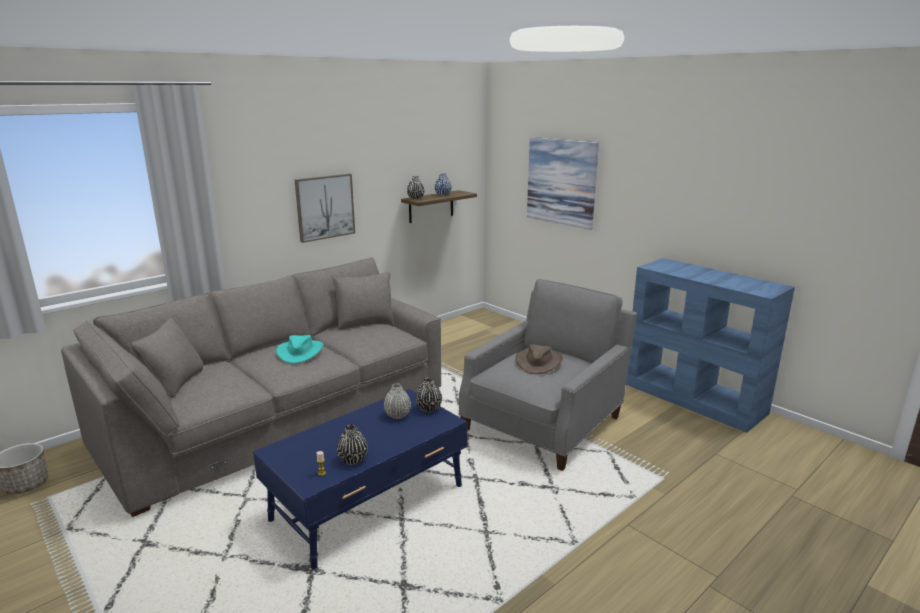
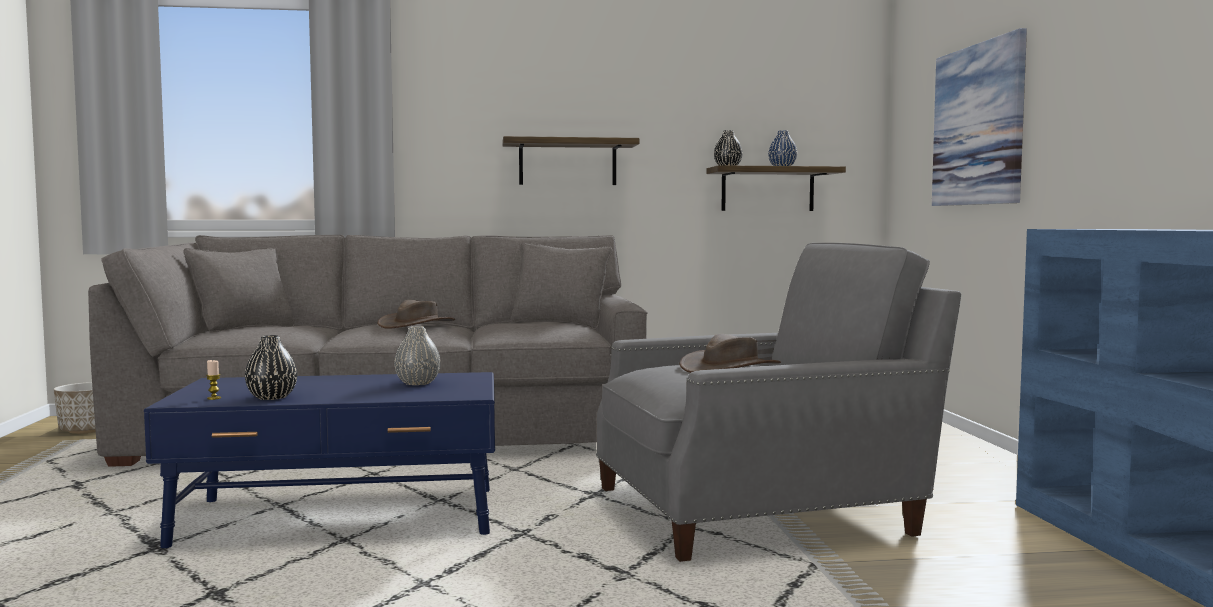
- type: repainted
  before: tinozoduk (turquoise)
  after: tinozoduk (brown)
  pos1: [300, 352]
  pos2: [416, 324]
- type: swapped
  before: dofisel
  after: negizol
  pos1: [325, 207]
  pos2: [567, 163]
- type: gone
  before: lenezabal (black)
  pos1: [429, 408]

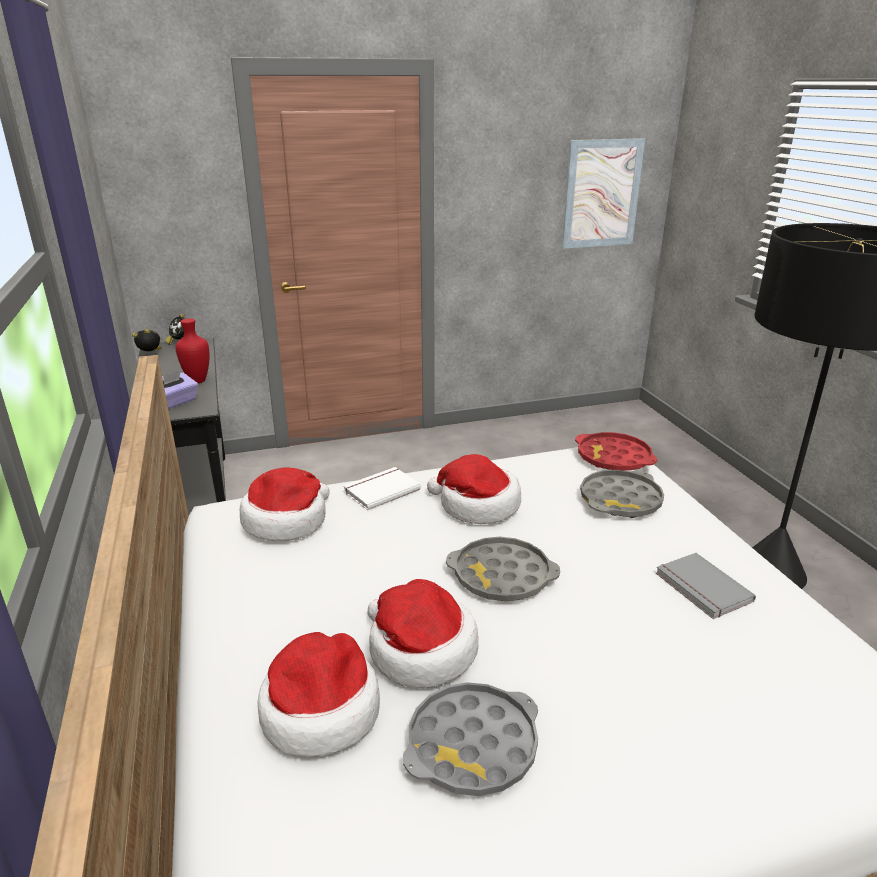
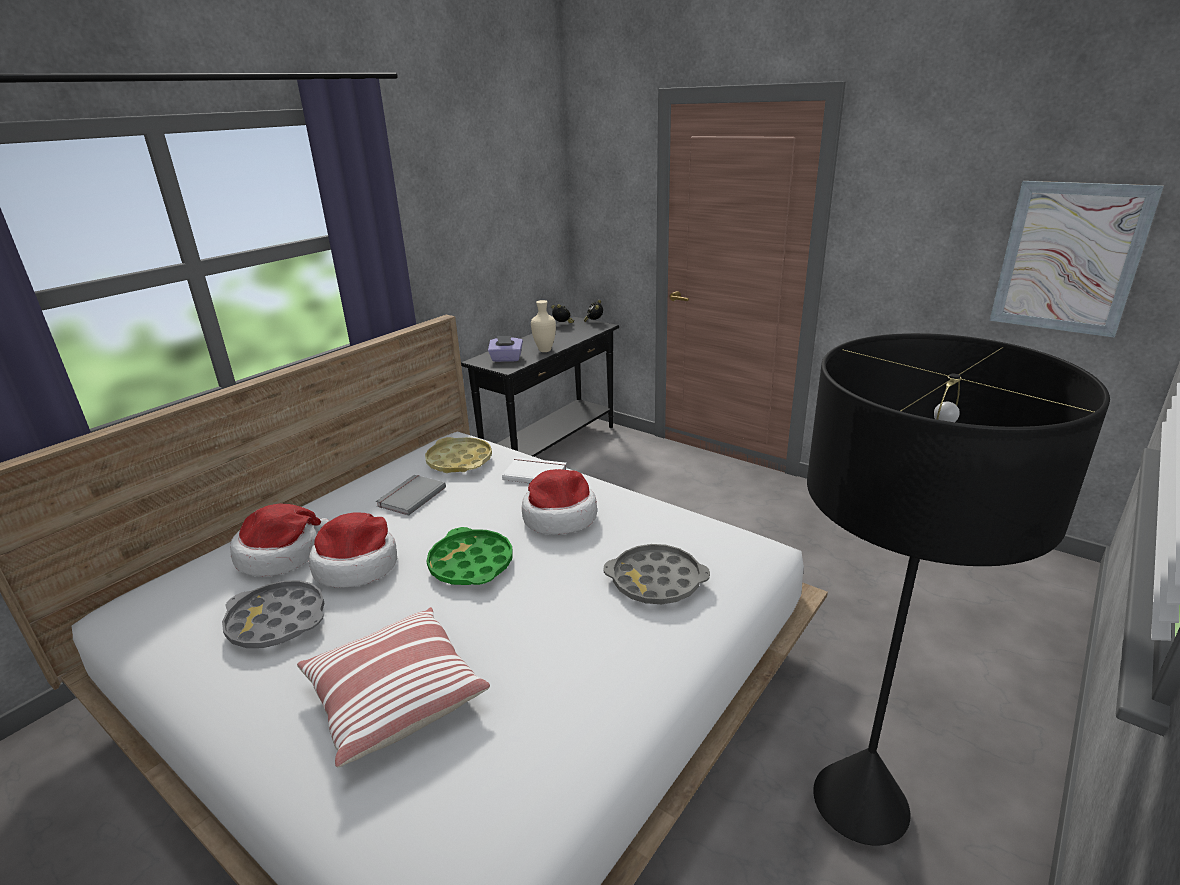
- type: new
  after: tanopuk
  pos2: [394, 697]
- type: shifted
  before: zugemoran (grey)
  pos1: [701, 588]
  pos2: [410, 496]
- type: swapped
  before: tinozoduk
  after: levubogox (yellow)
  pos1: [287, 520]
  pos2: [459, 461]
- type: repainted
  before: levubogox (grey)
  after: levubogox (green)
  pos1: [502, 576]
  pos2: [471, 564]
- type: repainted
  before: lenezabal (red)
  after: lenezabal (beige)
  pos1: [198, 380]
  pos2: [545, 350]
- type: gone
  before: levubogox (red)
  pos1: [613, 458]

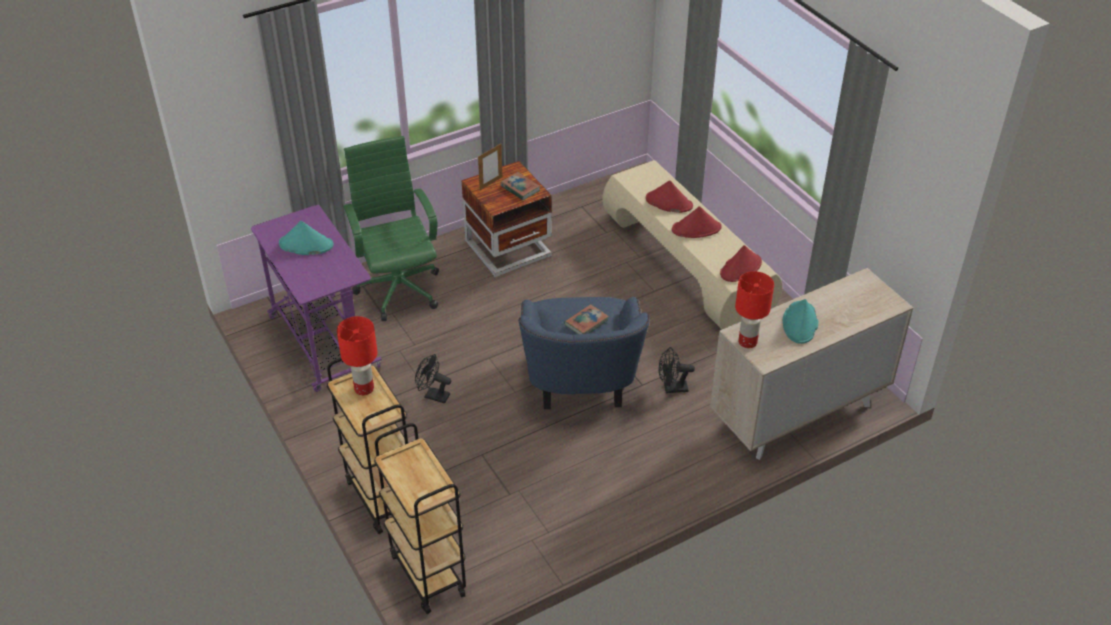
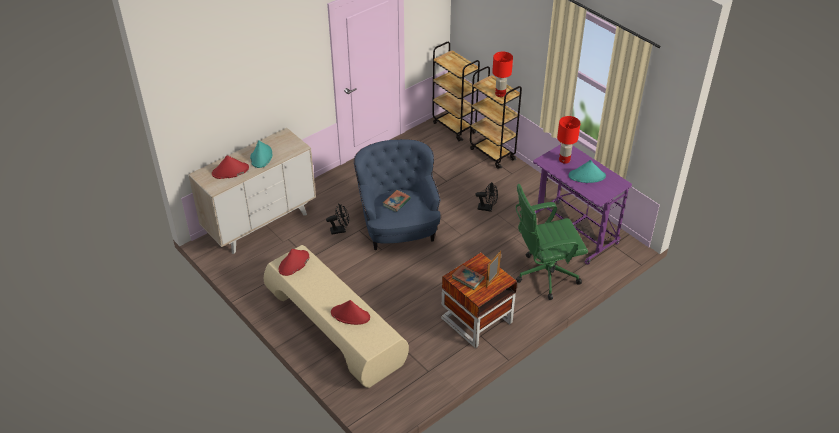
- type: shifted
  before: tinozoduk (red)
  pos1: [696, 229]
  pos2: [230, 171]
- type: rotated
  before: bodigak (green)
  pos1: [398, 288]
  pos2: [544, 276]
  turn: 105
- type: shifted
  before: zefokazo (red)
  pos1: [747, 341]
  pos2: [564, 160]

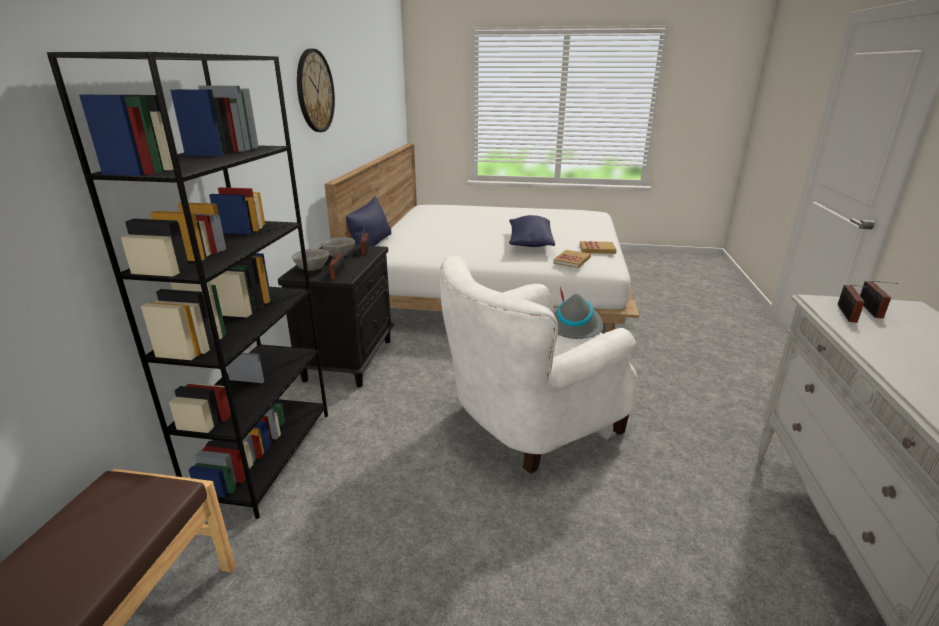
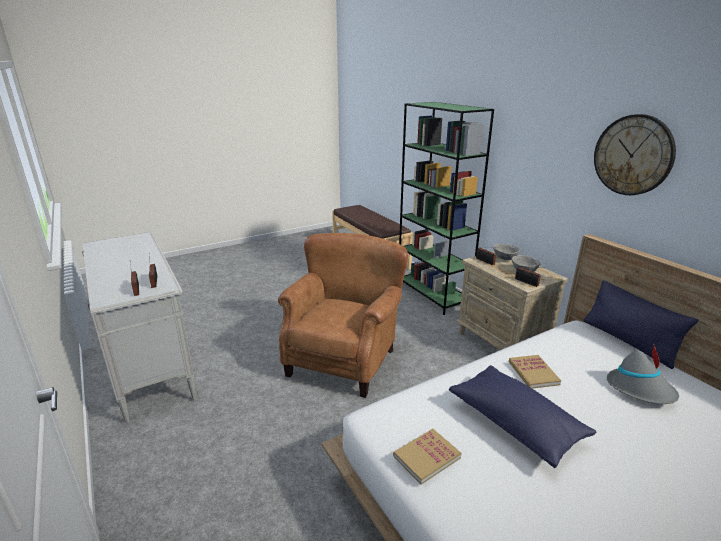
- type: repainted
  before: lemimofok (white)
  after: lemimofok (brown)
  pos1: [530, 423]
  pos2: [344, 358]
- type: repainted
  before: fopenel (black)
  after: fopenel (green)
  pos1: [265, 456]
  pos2: [433, 294]
- type: repainted
  before: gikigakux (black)
  after: gikigakux (beige)
  pos1: [348, 359]
  pos2: [502, 344]
- type: shifted
  before: zugemoran
  pos1: [572, 260]
  pos2: [533, 373]
- type: shifted
  before: tinozoduk (grey)
  pos1: [573, 326]
  pos2: [640, 389]

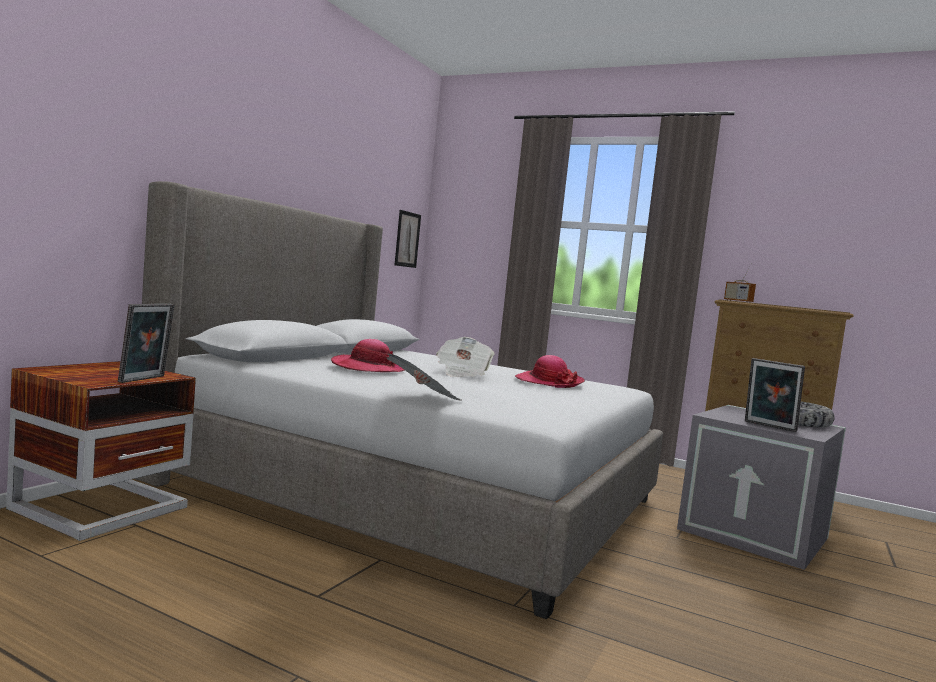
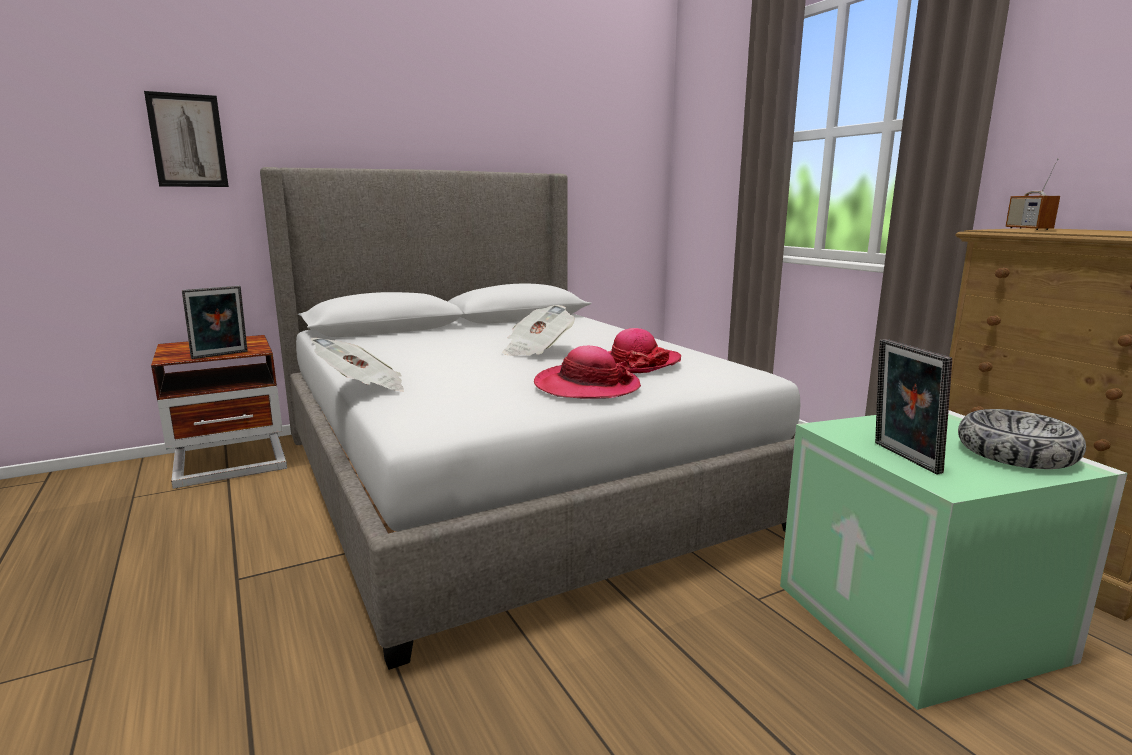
- type: shifted
  before: dofisel
  pos1: [407, 239]
  pos2: [188, 141]
- type: shifted
  before: tinozoduk
  pos1: [368, 368]
  pos2: [586, 386]
- type: repainted
  before: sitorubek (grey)
  after: sitorubek (green)
  pos1: [756, 533]
  pos2: [921, 622]

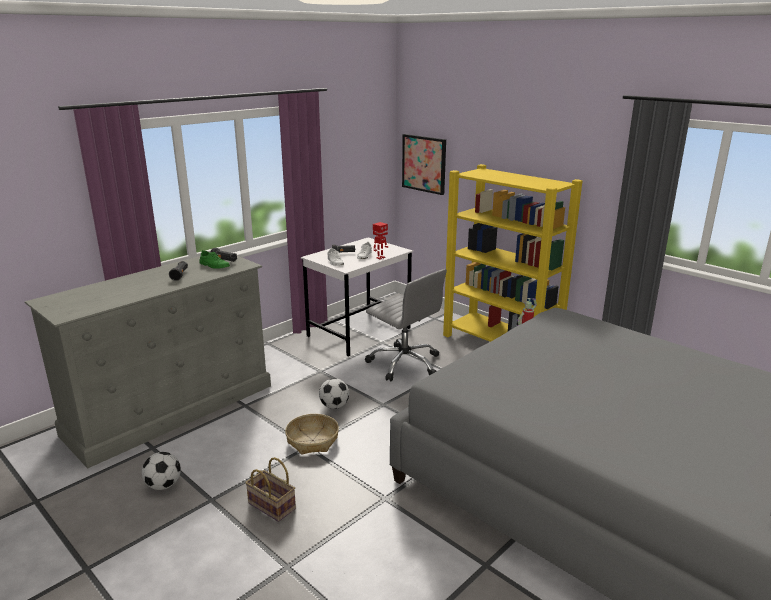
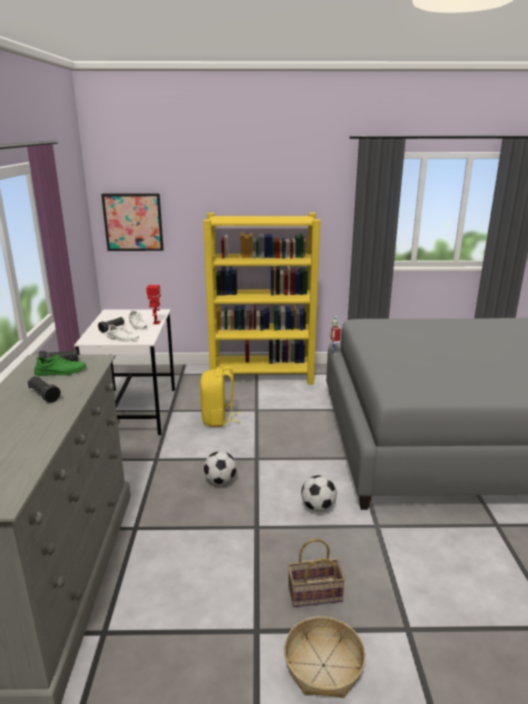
- type: swapped
  before: bodigak (grey)
  after: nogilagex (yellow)
  pos1: [405, 364]
  pos2: [218, 419]
- type: shifted
  before: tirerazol
  pos1: [312, 440]
  pos2: [323, 666]
- type: shifted
  before: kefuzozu
  pos1: [164, 485]
  pos2: [318, 507]

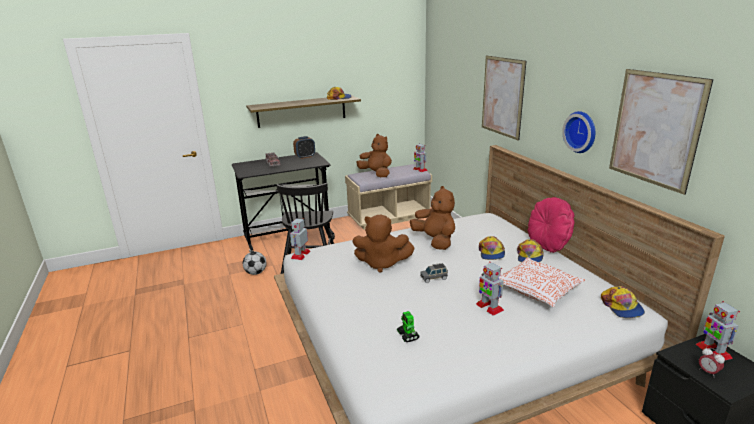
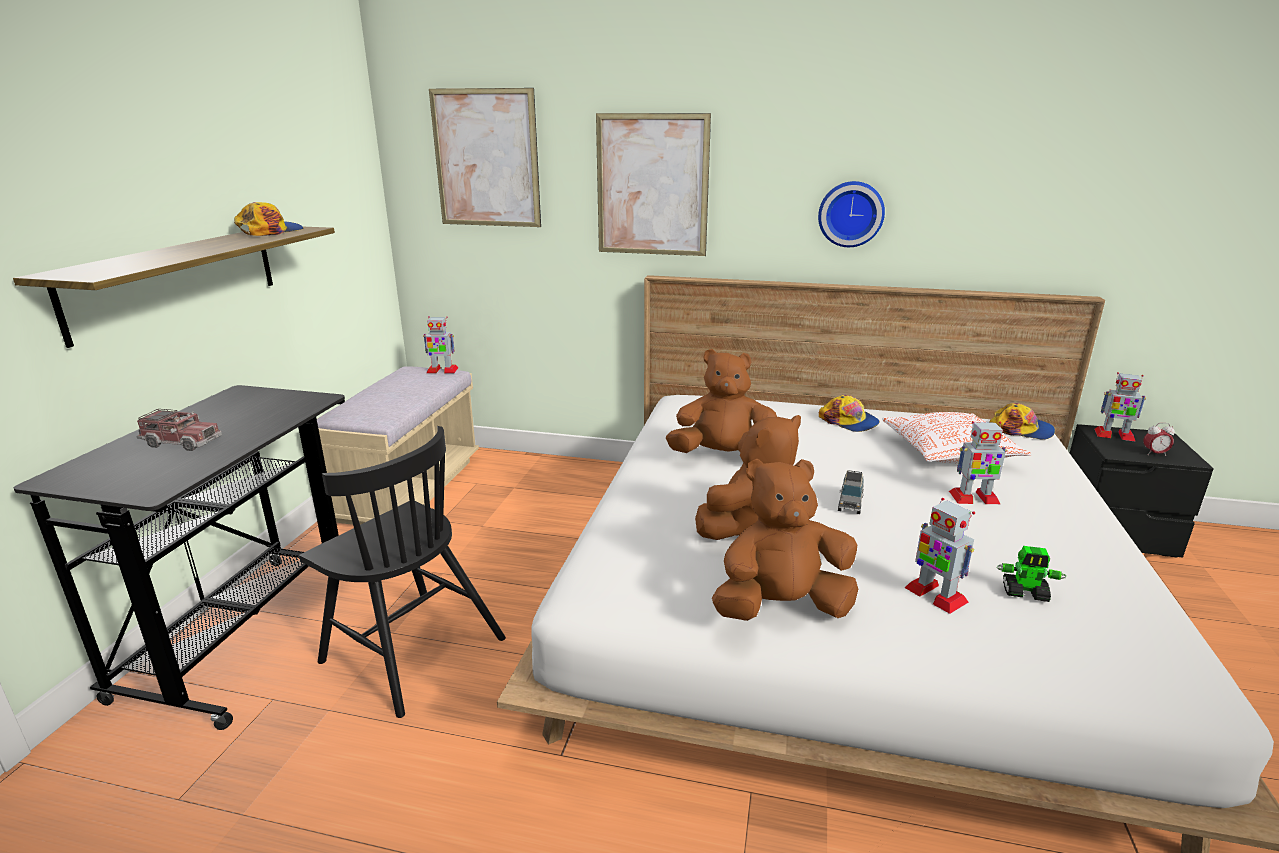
- type: shifted
  before: dofisel
  pos1: [655, 129]
  pos2: [486, 159]
- type: shifted
  before: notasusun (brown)
  pos1: [376, 174]
  pos2: [781, 607]
- type: shifted
  before: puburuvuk
  pos1: [300, 254]
  pos2: [935, 594]
- type: gone
  before: kefuzozu
  pos1: [255, 273]
- type: gone
  before: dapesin
  pos1: [305, 157]
- type: gone
  before: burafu
  pos1: [491, 253]
- type: gone
  before: tanopuk (pink)
  pos1: [547, 246]

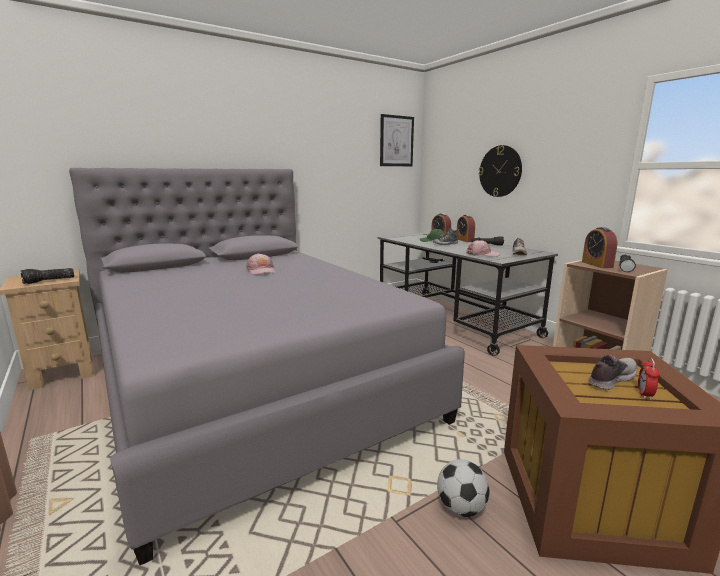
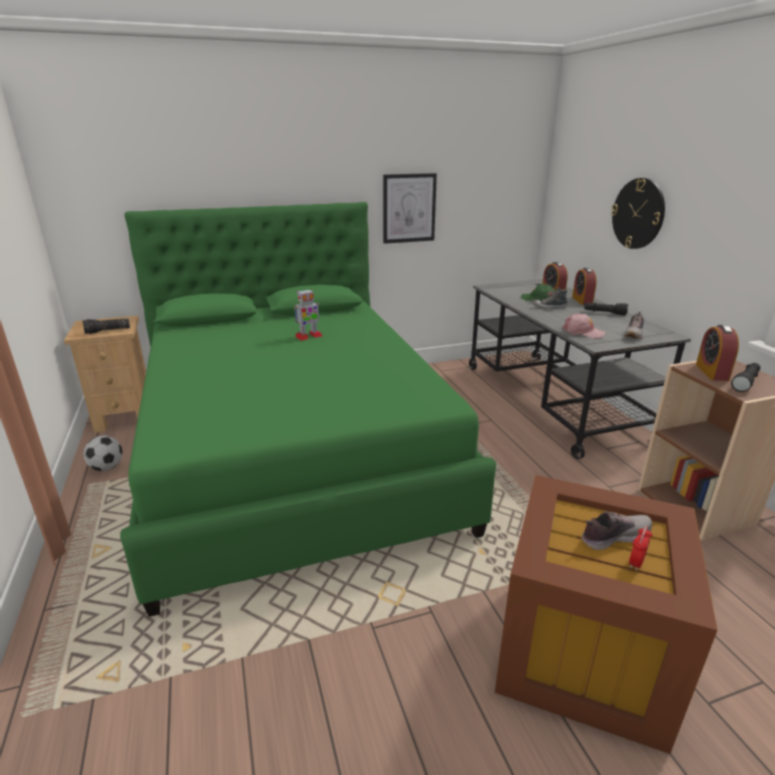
- type: shifted
  before: kefuzozu
  pos1: [460, 508]
  pos2: [107, 467]
- type: repainted
  before: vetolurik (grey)
  after: vetolurik (green)
  pos1: [254, 382]
  pos2: [294, 454]
- type: swapped
  before: burafu (pink)
  after: puburuvuk
  pos1: [261, 271]
  pos2: [308, 336]
- type: shifted
  before: dofisel
  pos1: [396, 141]
  pos2: [409, 208]

